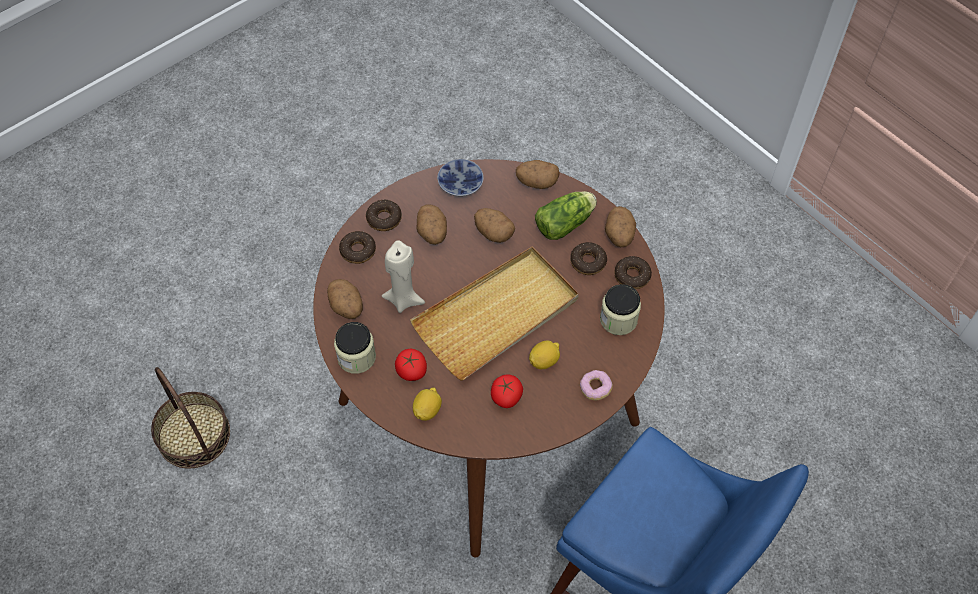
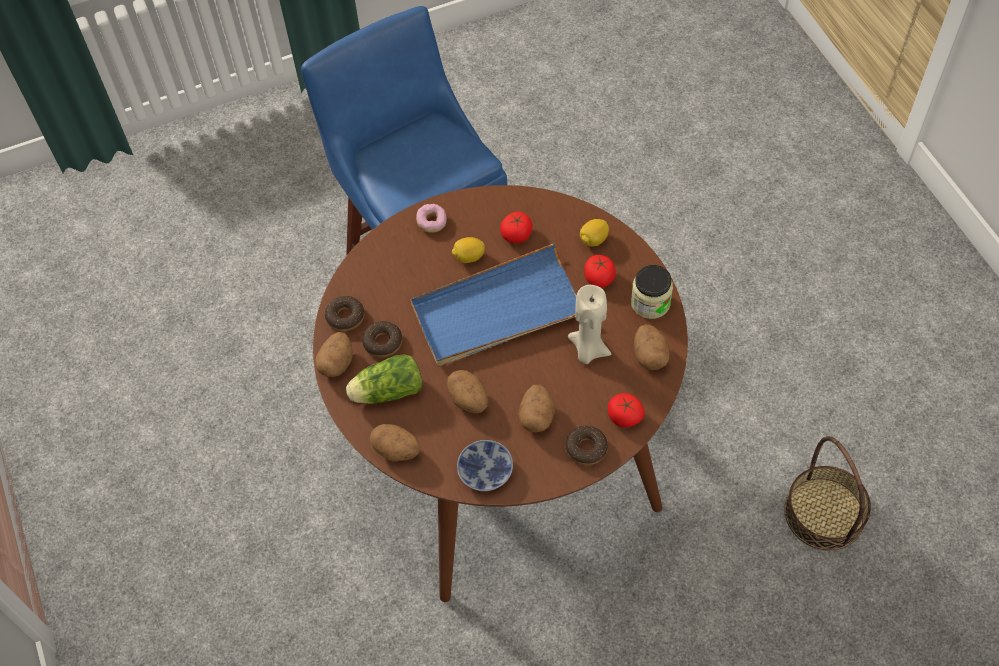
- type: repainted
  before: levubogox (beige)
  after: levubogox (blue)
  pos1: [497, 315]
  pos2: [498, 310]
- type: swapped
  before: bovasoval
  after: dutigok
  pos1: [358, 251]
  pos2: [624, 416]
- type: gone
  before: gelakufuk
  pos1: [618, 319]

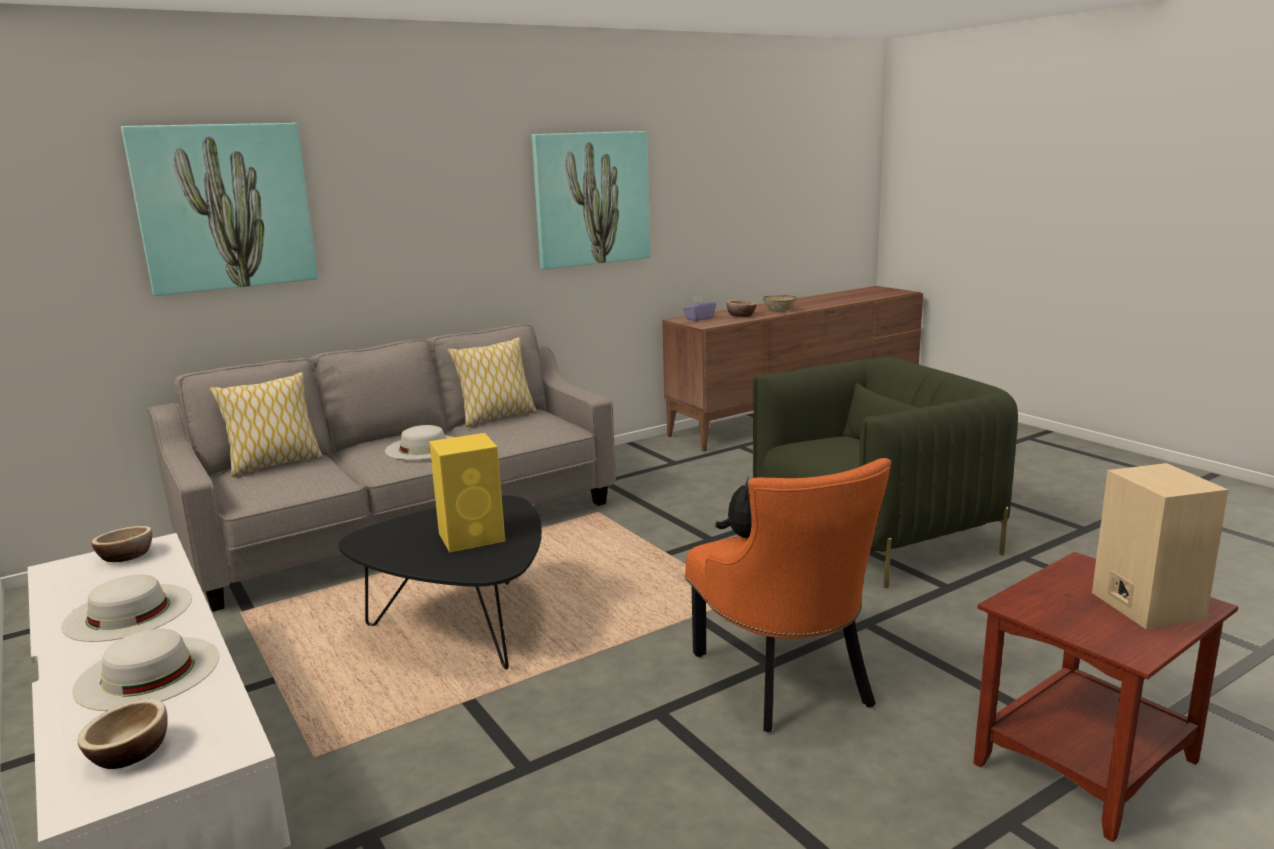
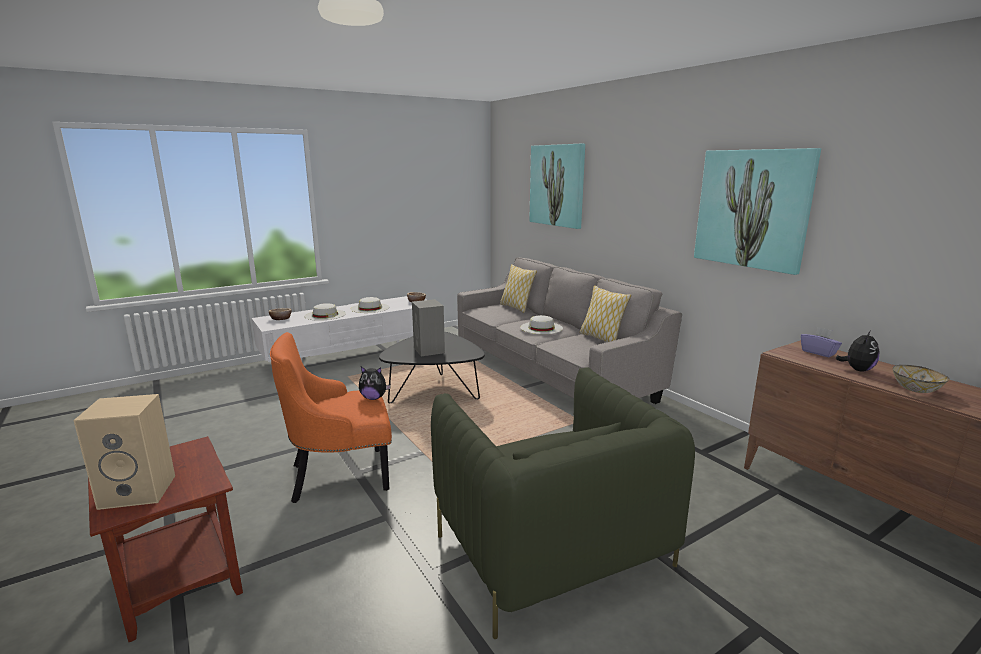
- type: repainted
  before: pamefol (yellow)
  after: pamefol (grey)
  pos1: [473, 537]
  pos2: [429, 350]
- type: swapped
  before: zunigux
  after: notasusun
  pos1: [741, 316]
  pos2: [857, 370]

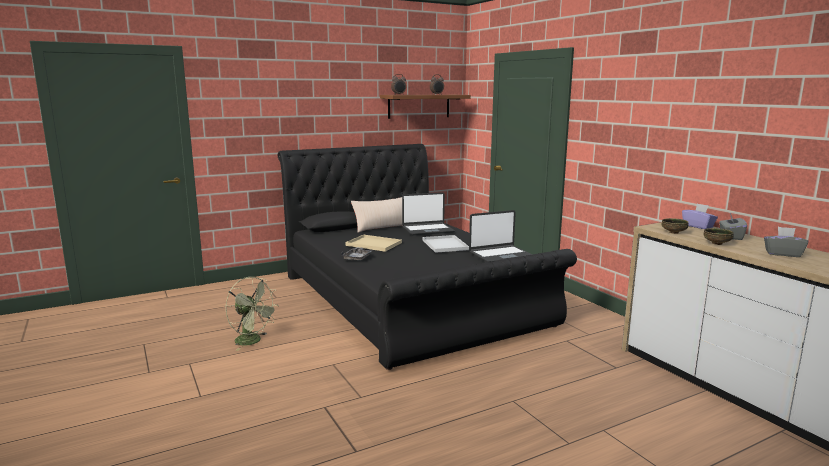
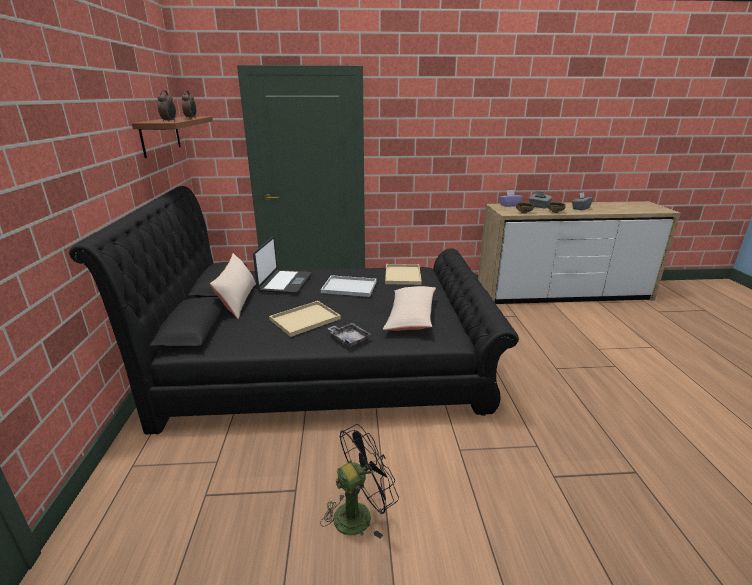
- type: repainted
  before: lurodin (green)
  after: lurodin (black)
  pos1: [253, 341]
  pos2: [359, 513]
- type: new
  after: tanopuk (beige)
  pos2: [411, 316]
- type: swapped
  before: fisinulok
  after: levubogox (beige)
  pos1: [500, 255]
  pos2: [402, 275]

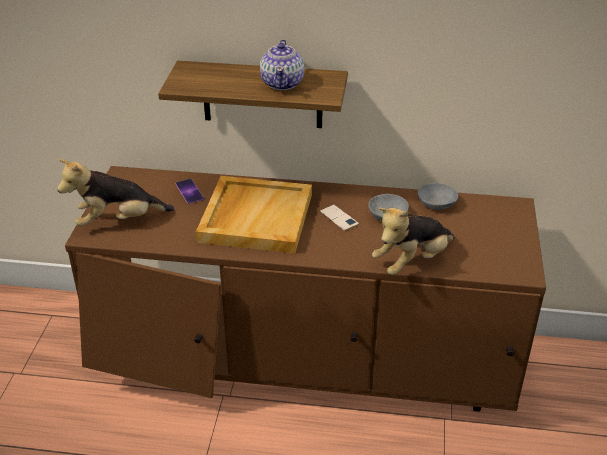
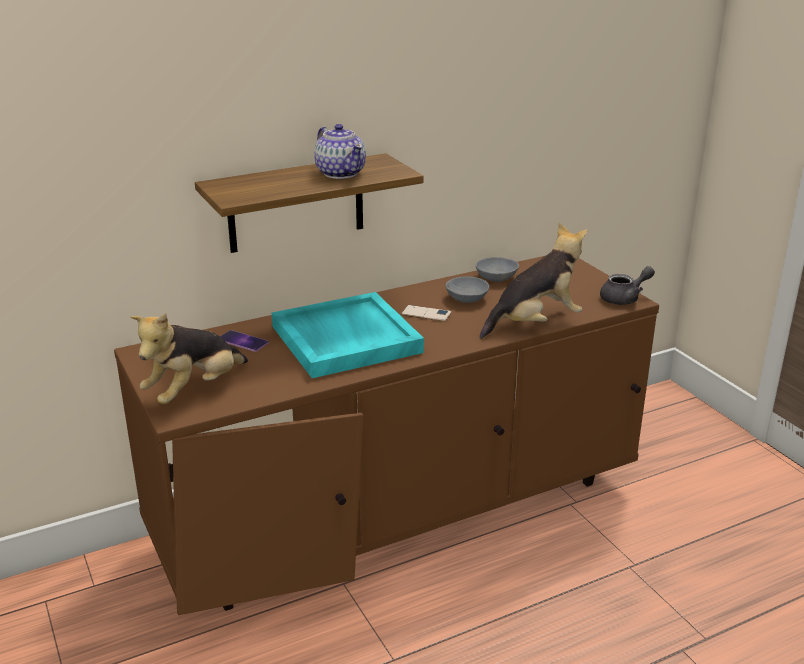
- type: repainted
  before: levubogox (beige)
  after: levubogox (turquoise)
  pos1: [255, 217]
  pos2: [344, 339]
- type: rotated
  before: notasusun
  pos1: [412, 261]
  pos2: [535, 323]
  turn: -135
- type: new
  after: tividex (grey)
  pos2: [624, 299]

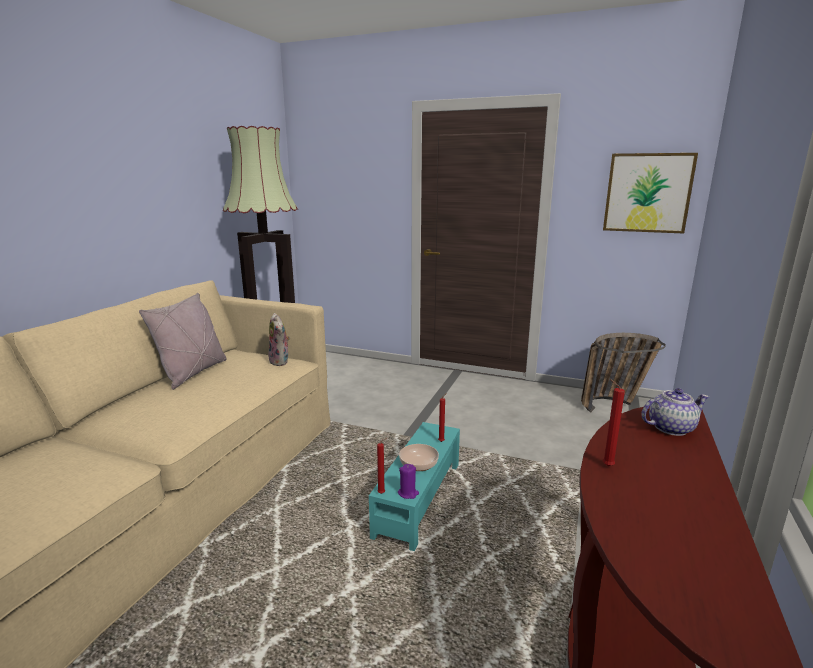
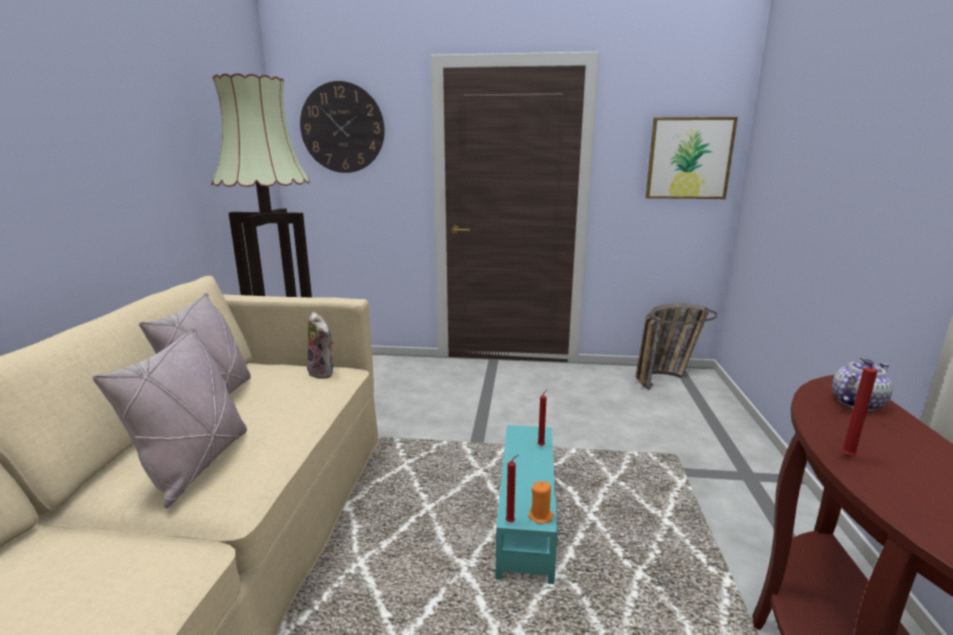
- type: new
  after: tanopuk (purple)
  pos2: [196, 465]
- type: new
  after: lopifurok
  pos2: [342, 128]
- type: repainted
  before: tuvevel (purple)
  after: tuvevel (orange)
  pos1: [408, 493]
  pos2: [540, 516]
- type: gone
  before: zunigux
  pos1: [418, 464]

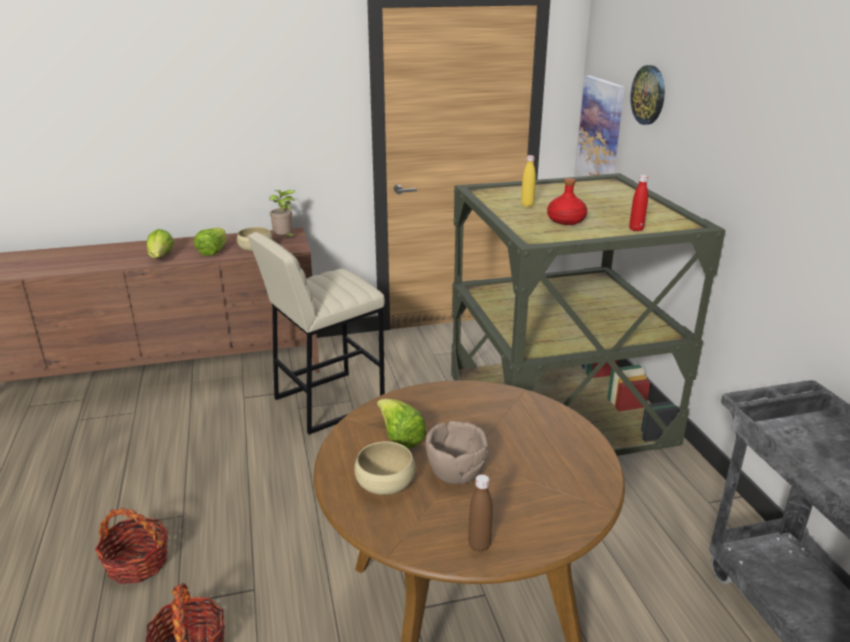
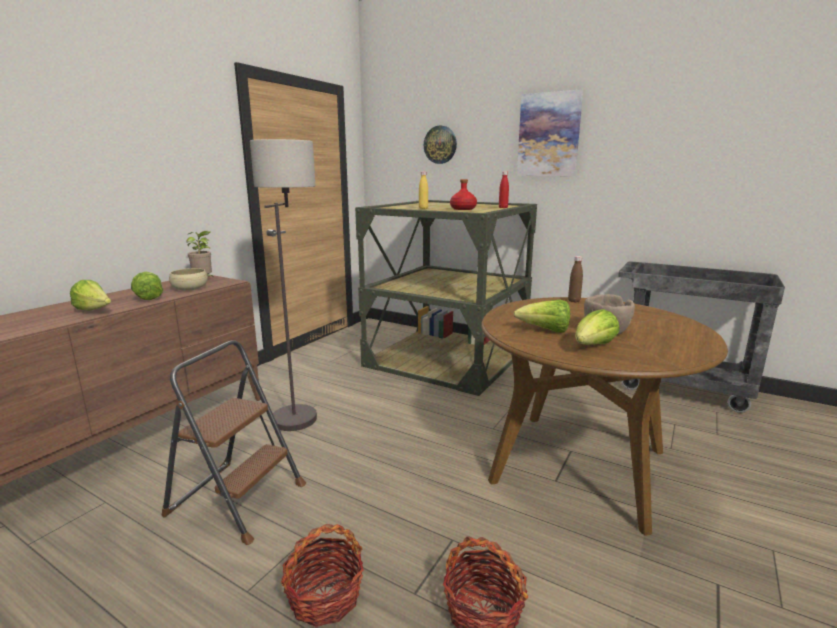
- type: new
  after: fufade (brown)
  pos2: [233, 497]
- type: swapped
  before: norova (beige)
  after: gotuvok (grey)
  pos1: [326, 403]
  pos2: [300, 413]
- type: shifted
  before: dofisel
  pos1: [601, 130]
  pos2: [549, 135]
- type: shifted
  before: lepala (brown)
  pos1: [479, 545]
  pos2: [574, 301]
- type: swapped
  before: zunigux (beige)
  after: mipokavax
  pos1: [385, 482]
  pos2: [593, 347]

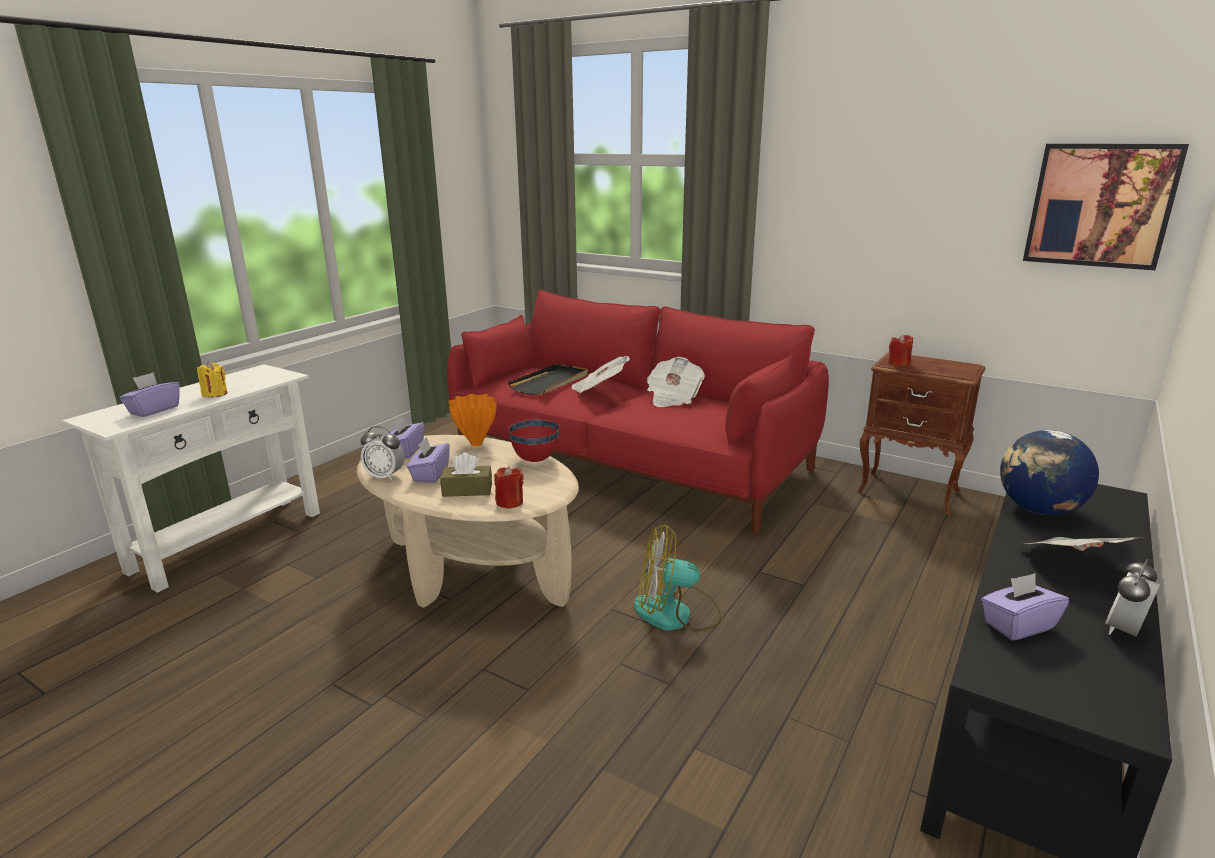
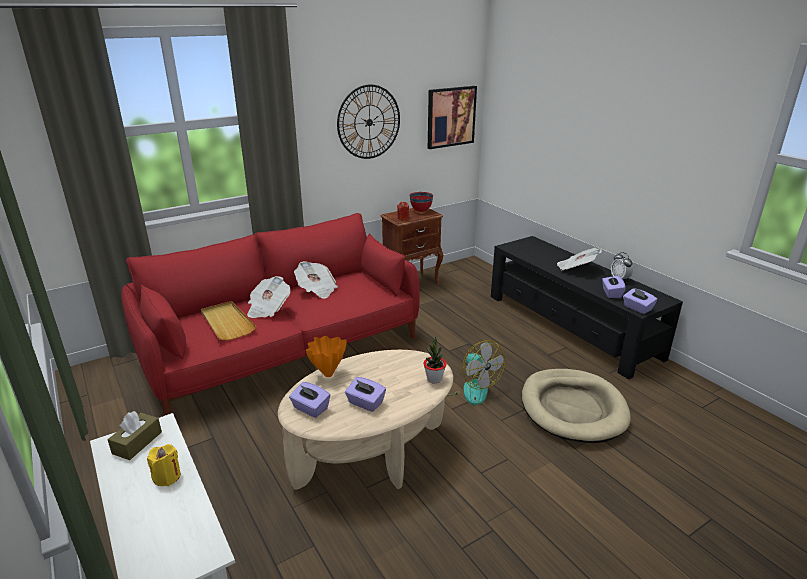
- type: shifted
  before: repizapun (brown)
  pos1: [467, 490]
  pos2: [137, 443]
- type: repainted
  before: levubogox (black)
  after: levubogox (beige)
  pos1: [550, 382]
  pos2: [227, 322]
- type: new
  after: lopifurok
  pos2: [369, 122]
- type: shifted
  before: zunigux (red)
  pos1: [535, 460]
  pos2: [421, 211]
- type: swapped
  before: tuvevel (red)
  after: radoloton
  pos1: [509, 502]
  pos2: [434, 379]
- type: rotated
  before: lurodin
  pos1: [676, 614]
  pos2: [470, 388]
  turn: -60
- type: new
  after: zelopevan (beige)
  pos2: [573, 408]
- type: shifted
  before: repizapun (purple)
  pos1: [154, 410]
  pos2: [637, 308]
- type: gone
  before: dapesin
  pos1: [385, 476]
- type: gone
  before: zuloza
  pos1: [1038, 510]

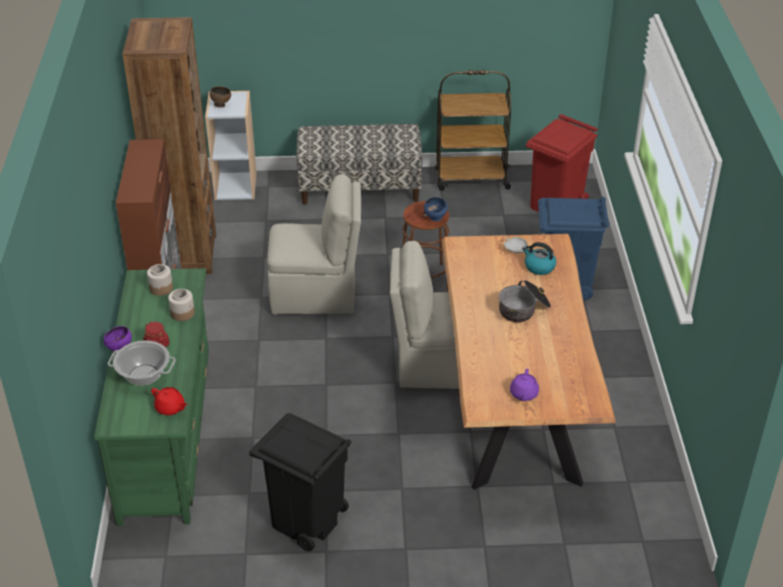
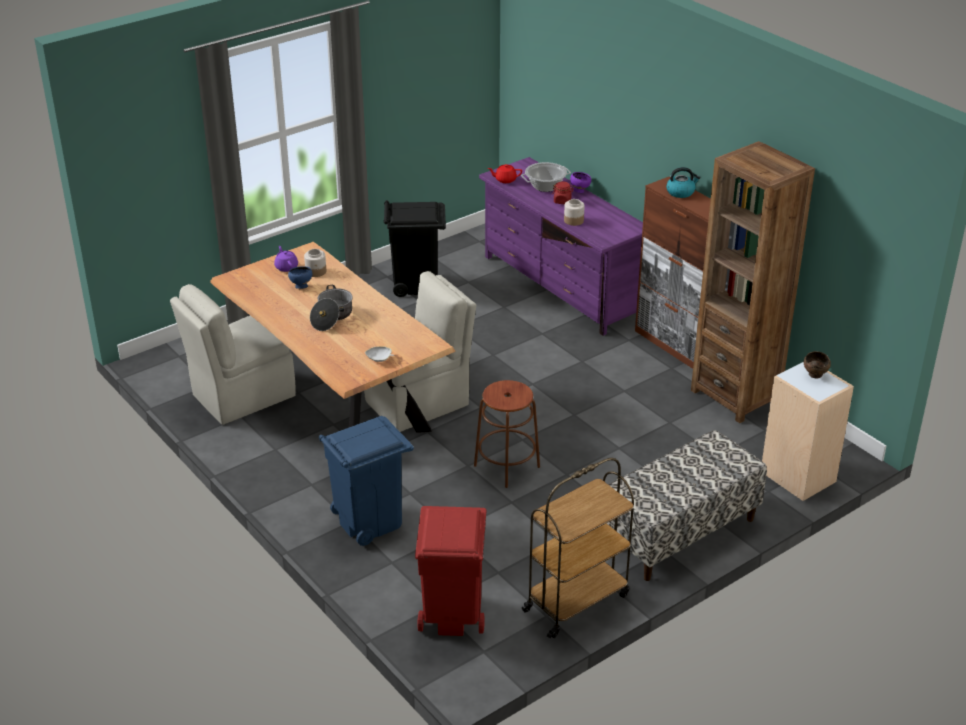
- type: shifted
  before: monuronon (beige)
  pos1: [316, 294]
  pos2: [241, 396]
- type: shifted
  before: zunigux (blue)
  pos1: [435, 219]
  pos2: [301, 286]
- type: shifted
  before: gelakufuk
  pos1: [161, 288]
  pos2: [316, 271]
- type: repainted
  before: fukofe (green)
  after: fukofe (purple)
  pos1: [167, 434]
  pos2: [562, 287]
- type: shifted
  before: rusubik
  pos1: [539, 267]
  pos2: [681, 192]

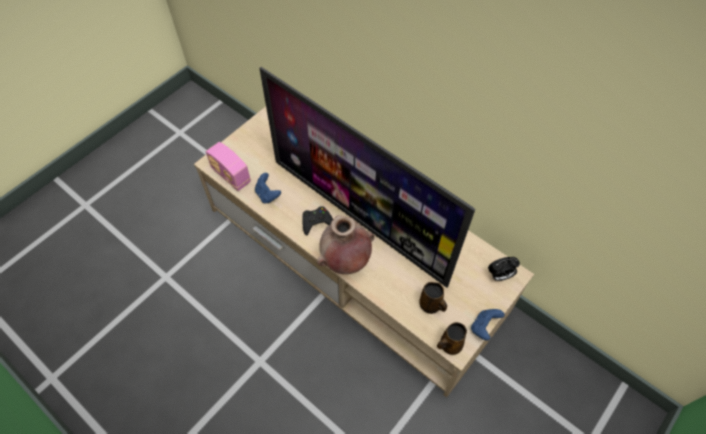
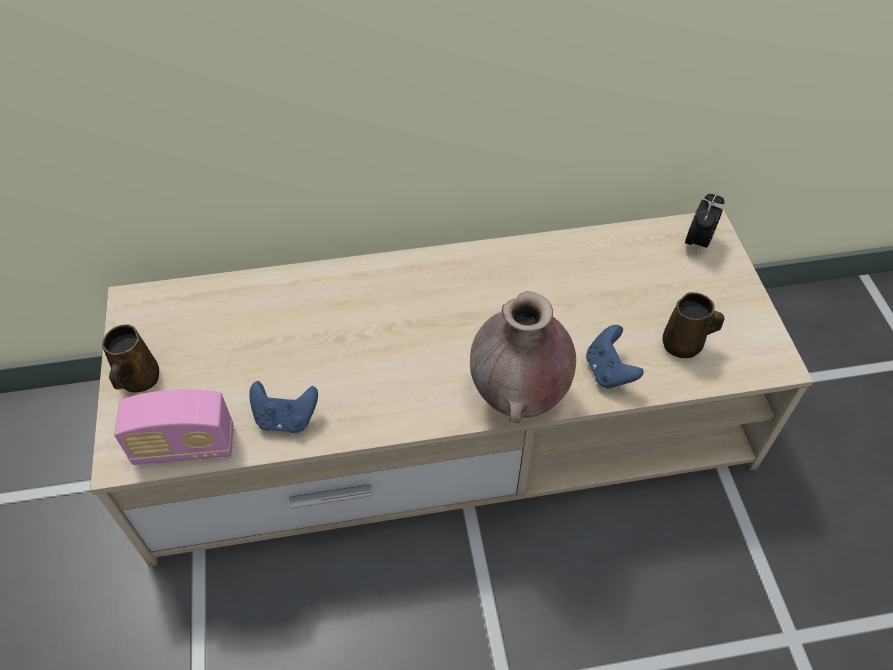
- type: shifted
  before: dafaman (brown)
  pos1: [449, 345]
  pos2: [139, 380]
- type: shifted
  before: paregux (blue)
  pos1: [484, 327]
  pos2: [608, 371]
- type: gone
  before: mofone
  pos1: [359, 218]
- type: gone
  before: paregux (black)
  pos1: [317, 222]

